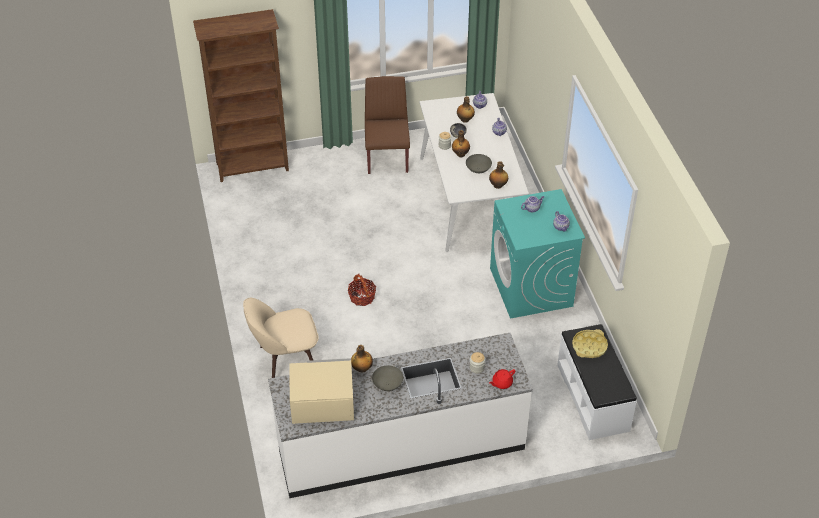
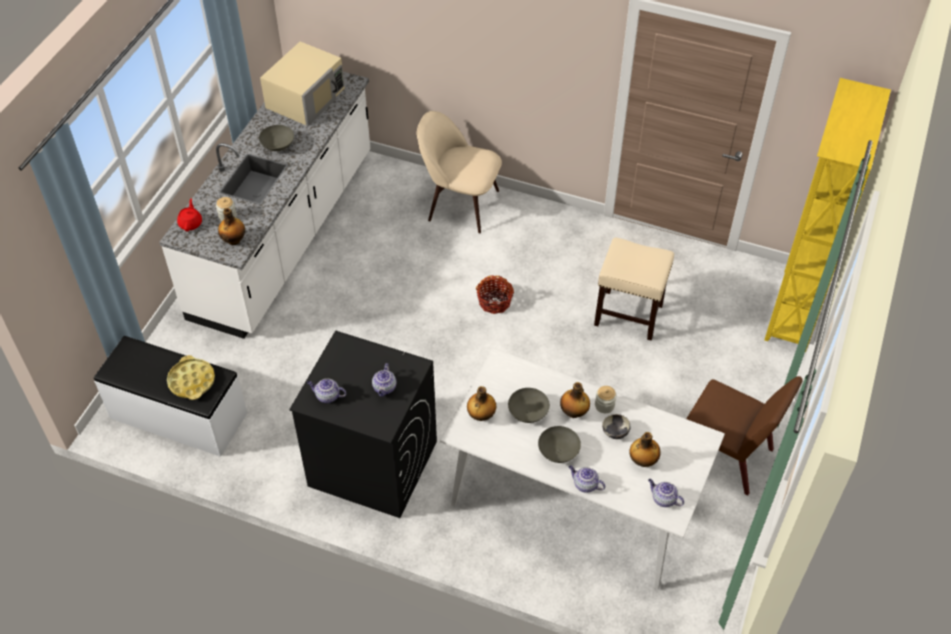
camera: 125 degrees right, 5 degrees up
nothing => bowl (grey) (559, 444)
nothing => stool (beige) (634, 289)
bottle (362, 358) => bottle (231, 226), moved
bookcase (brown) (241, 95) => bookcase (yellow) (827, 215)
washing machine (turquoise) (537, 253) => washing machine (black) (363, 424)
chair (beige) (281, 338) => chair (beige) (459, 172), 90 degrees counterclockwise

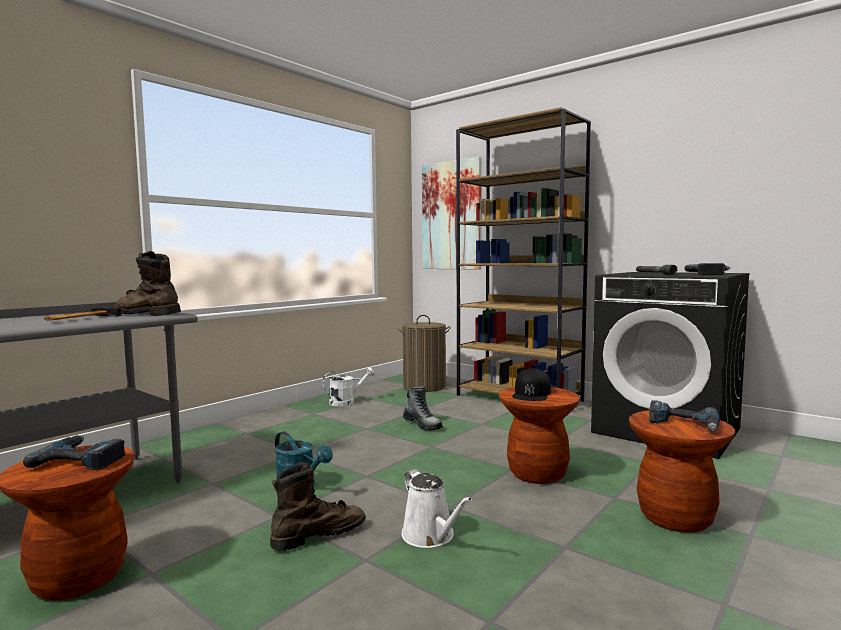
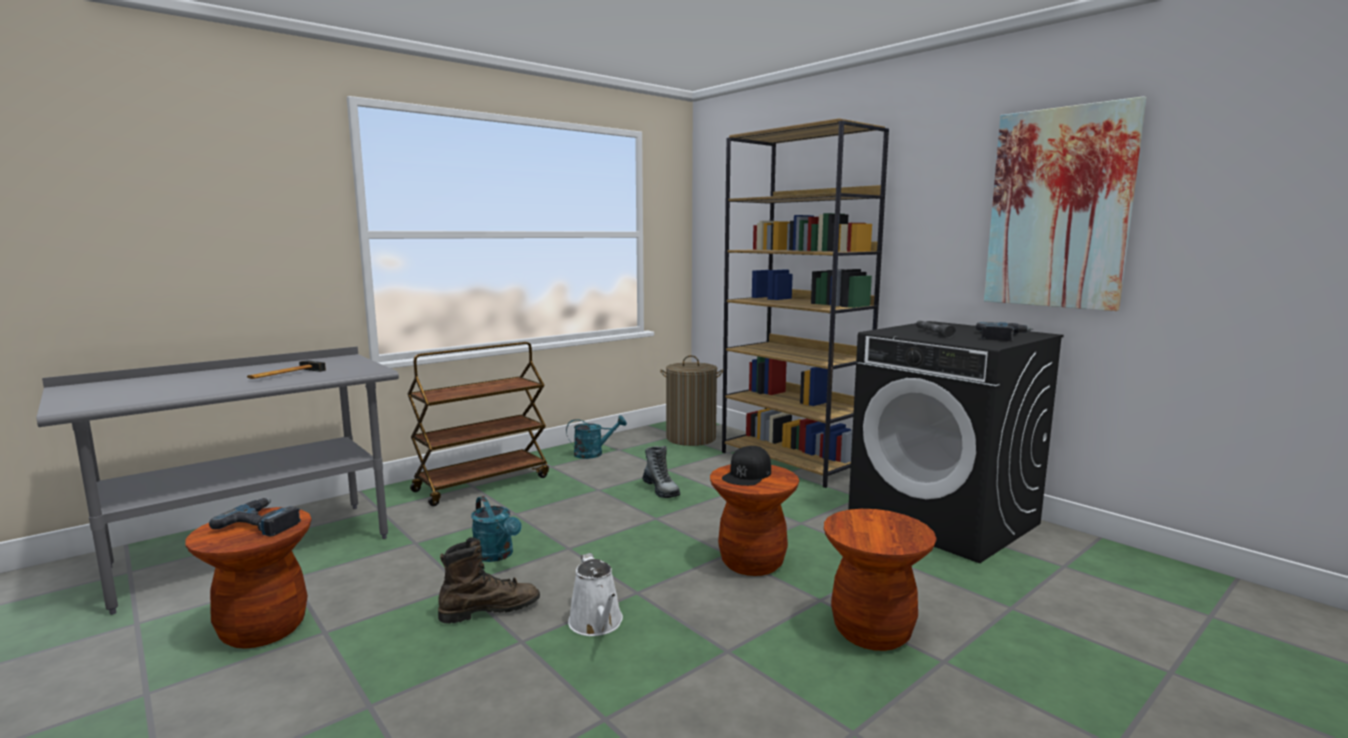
camera: 10 degrees right, 5 degrees up
boot (brown) (148, 283) => nothing
power drill (684, 415) => nothing
nothing => cart (brown) (478, 424)
picture (452, 213) => picture (1065, 203), moved
watering can (white) (349, 386) => watering can (turquoise) (596, 437)

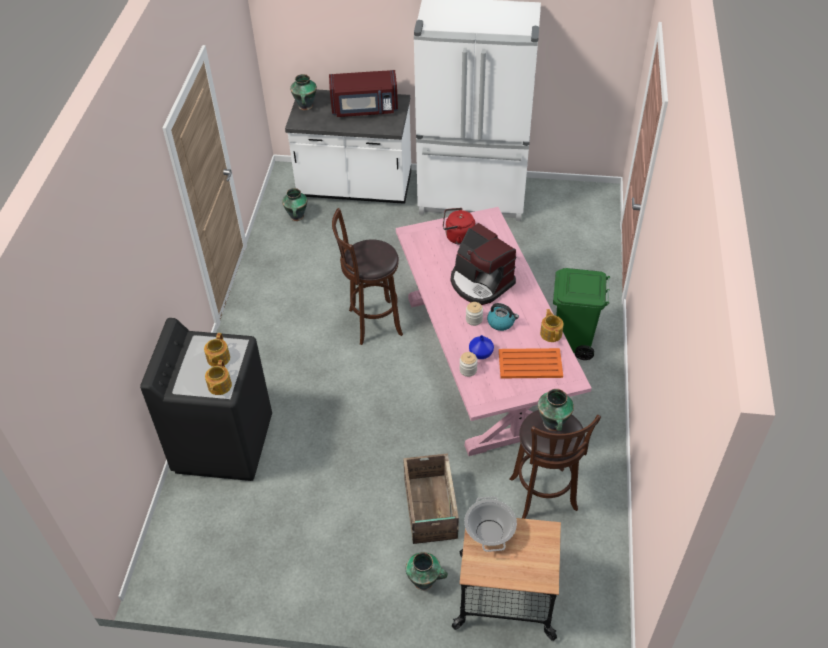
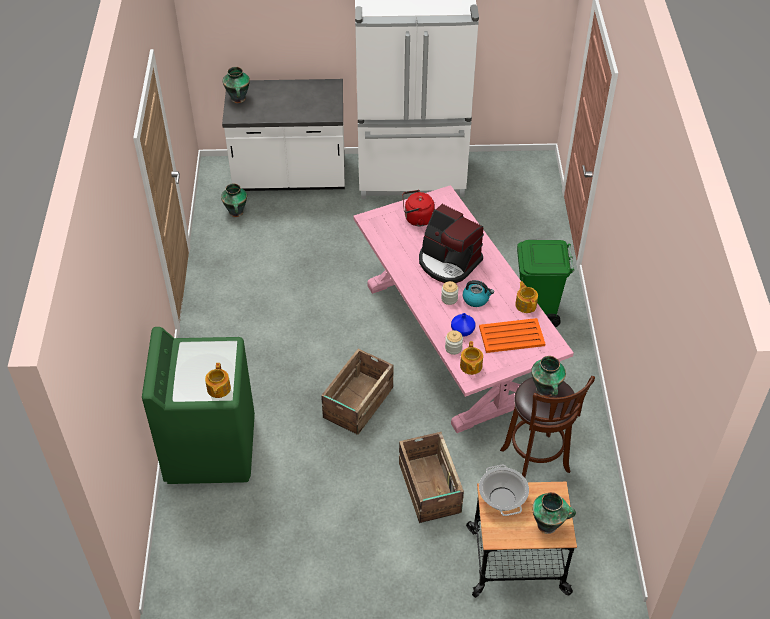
camera: 10 degrees left, 0 degrees up
microwave (red) (363, 93) => nothing
stool (brown) (367, 276) => nothing
nothing => crate (357, 392)
teapot (217, 350) => teapot (471, 358), moved
vase (427, 571) => vase (554, 513), moved
washing machine (black) (206, 399) => washing machine (green) (198, 405)

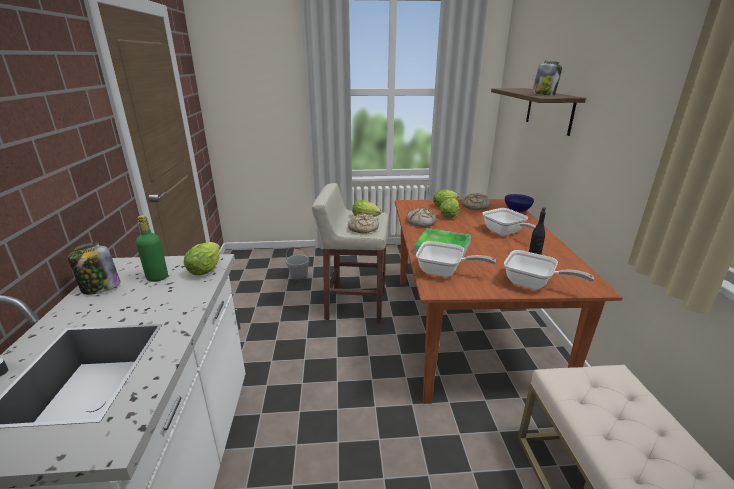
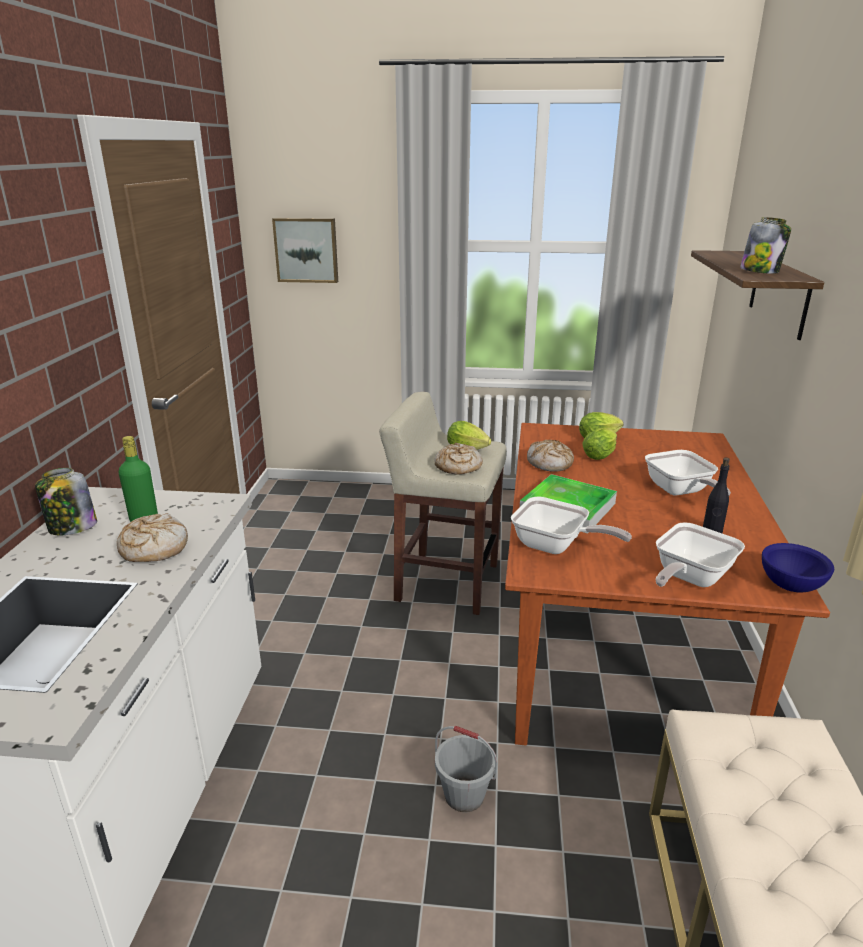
camera: 10 degrees right, 0 degrees up
lettuce (202, 258) => nothing
nothing => picture (305, 250)
bucket (grey) (298, 264) => bucket (grey) (466, 769), moved
bread (476, 201) => bread (152, 537), moved
bowl (blue) (519, 203) => bowl (blue) (798, 567), moved
frying pan (549, 270) => frying pan (700, 554), 90 degrees clockwise

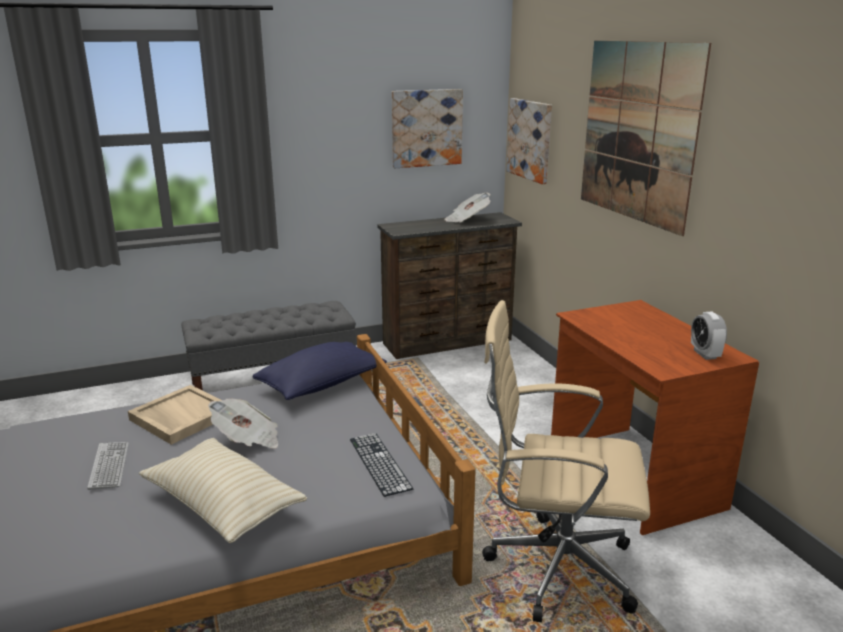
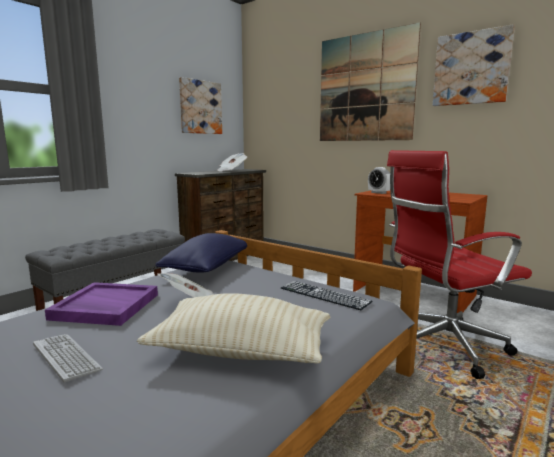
camera: 30 degrees left, 10 degrees down
picture (529, 141) => picture (474, 65), moved
alarm clock (709, 336) => alarm clock (379, 180), moved
tray (beige) (175, 415) => tray (purple) (101, 304)
office chair (beige) (566, 461) => office chair (red) (459, 264)

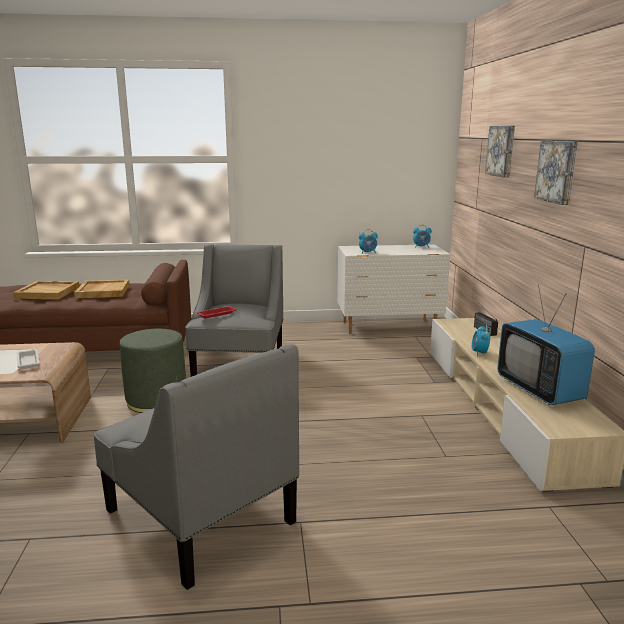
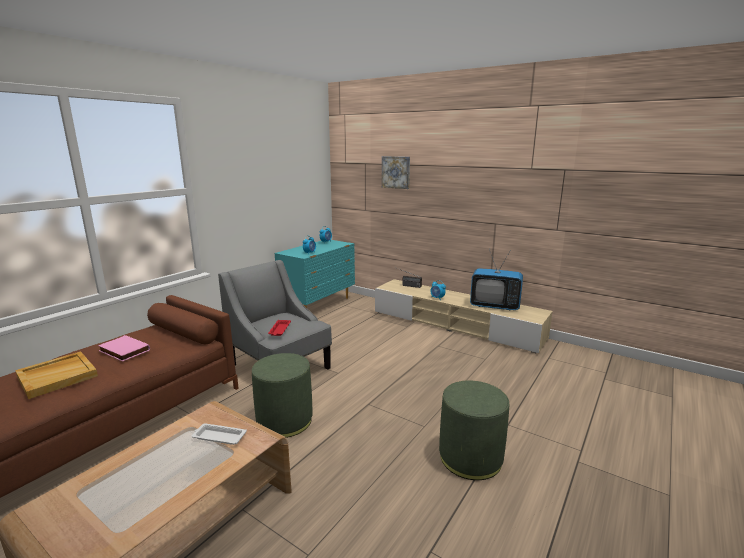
camera: 50 degrees left, 0 degrees up
picture (556, 173) => nothing
tray (beige) (102, 288) => book (pink) (124, 348)
armchair (grey) (196, 467) => ottoman (green) (474, 430)
dresser (white) (393, 289) => dresser (turquoise) (315, 274)

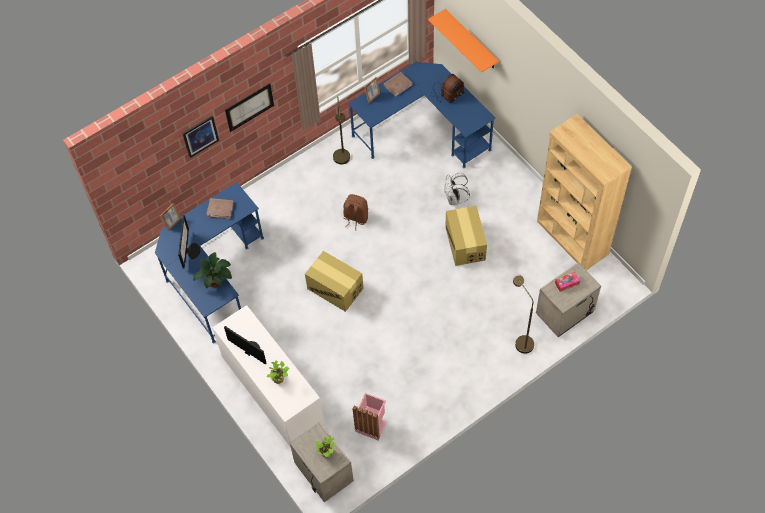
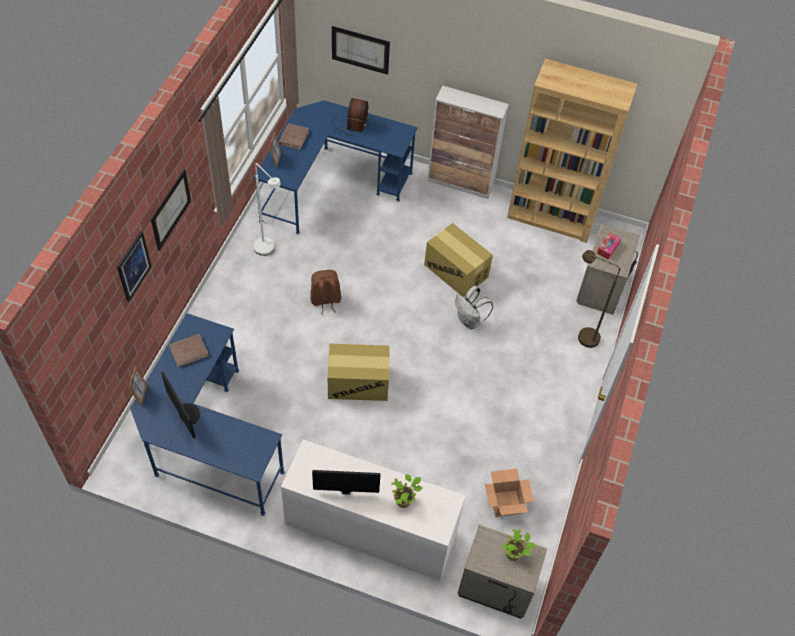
camera: 40 degrees left, 5 degrees down
potted plant (212, 270) => nothing
nothing => cabinet (468, 142)
backpack (white) (457, 189) => backpack (white) (474, 308), moved
trash can (pink) (369, 416) => cardboard box (509, 493)
shelf (orange) (463, 41) => picture (361, 50)
floor lamp (brown) (341, 130) => floor lamp (white) (267, 209)

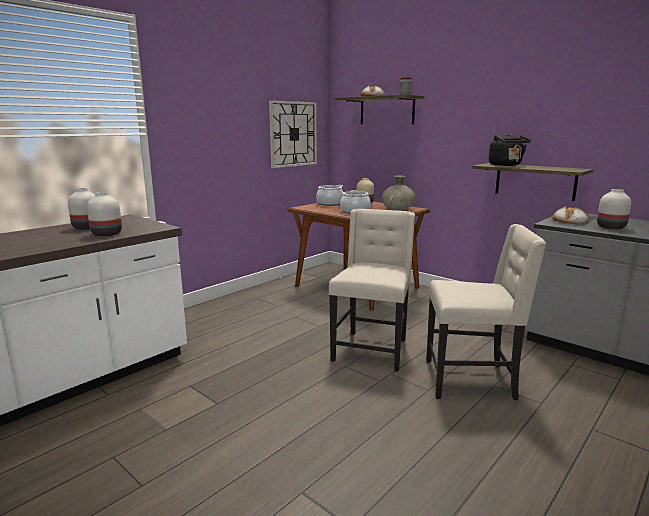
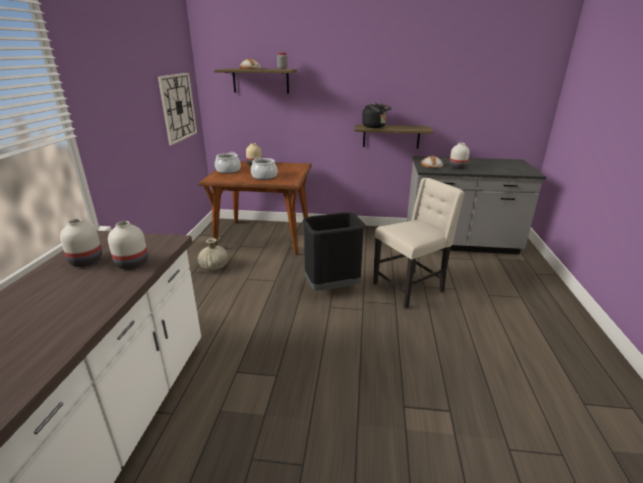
camera: 35 degrees left, 10 degrees up
vase (beige) (399, 193) => vase (beige) (213, 254), moved
chair (beige) (372, 290) => trash can (black) (333, 251)

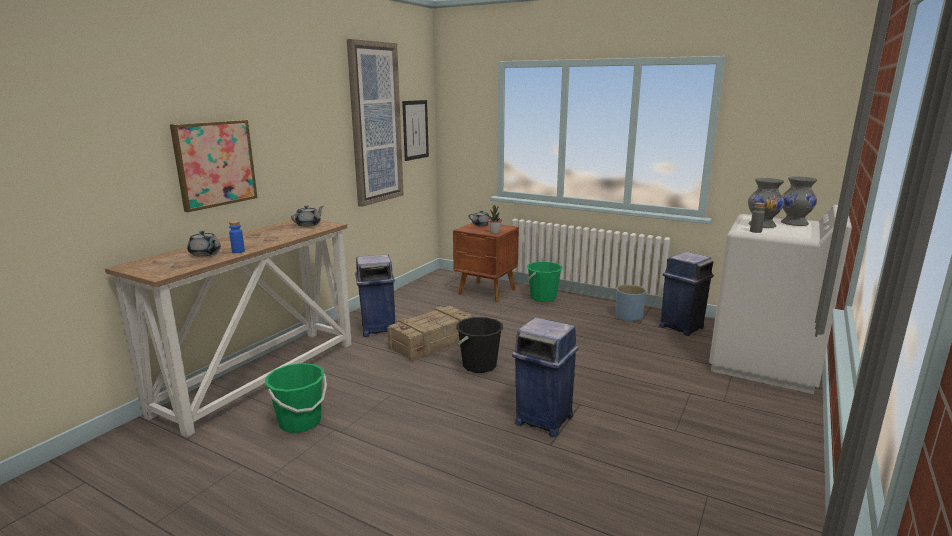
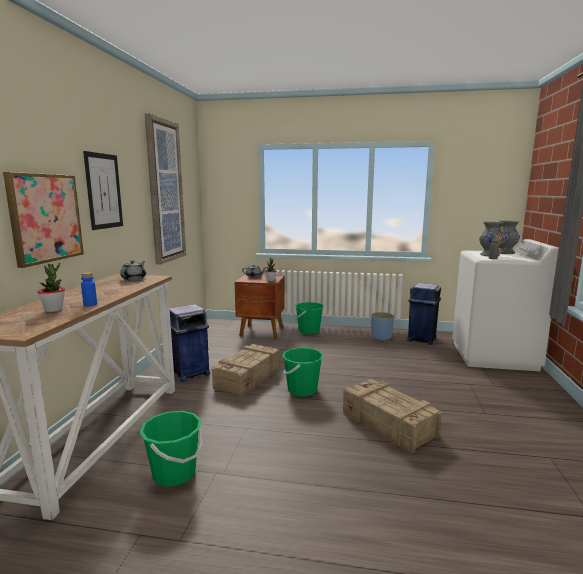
camera: 20 degrees left, 5 degrees down
picture (415, 130) => picture (103, 190), moved
teapot (grey) (204, 244) => potted plant (51, 287)
trash can (blue) (545, 377) => crate (392, 416)
bucket (black) (479, 345) => bucket (green) (303, 372)

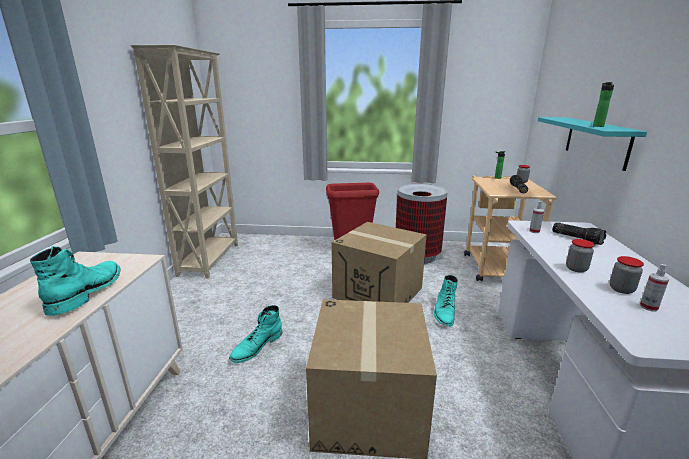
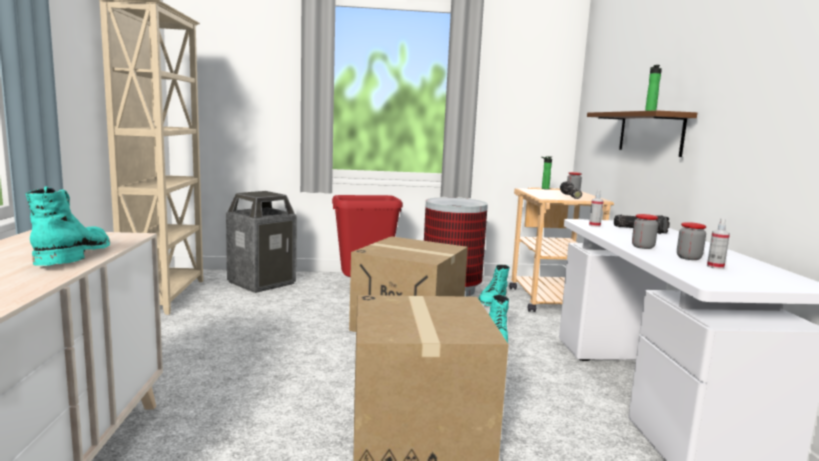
camera: 10 degrees left, 10 degrees down
nothing => trash can (261, 242)
boot (turquoise) (255, 334) => boot (turquoise) (494, 285), moved
shelf (turquoise) (592, 144) => shelf (brown) (642, 133)

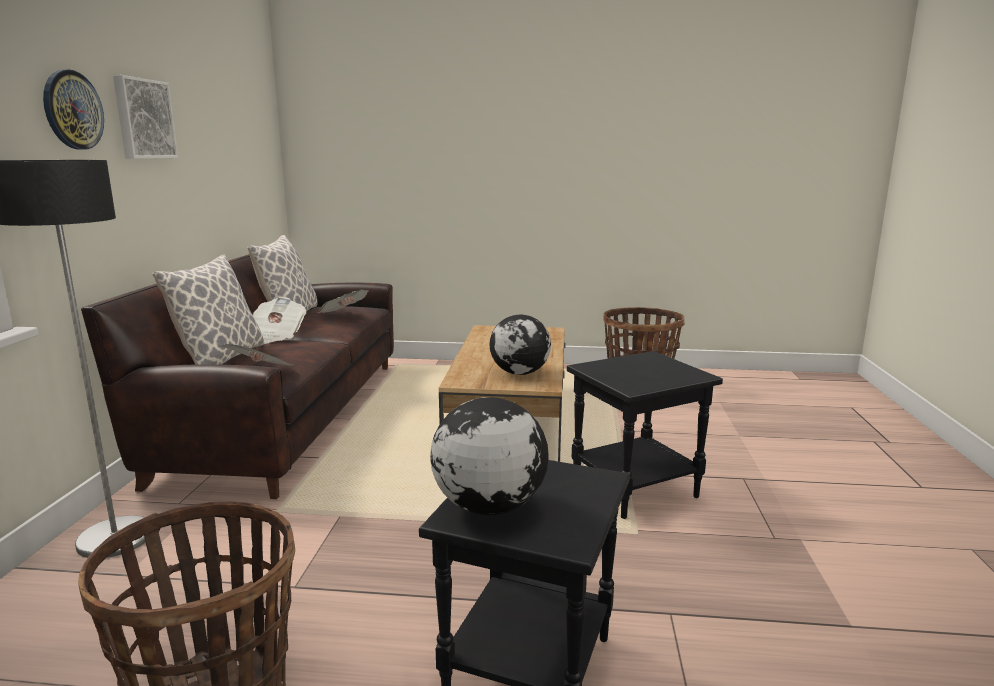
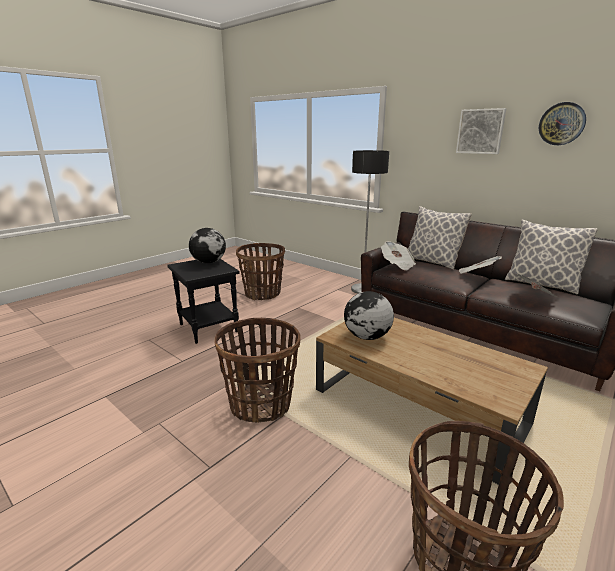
camera: 125 degrees right, 5 degrees up
wall clock (73, 109) => wall clock (562, 123), moved
side table (black) (645, 435) => basket (257, 370)

